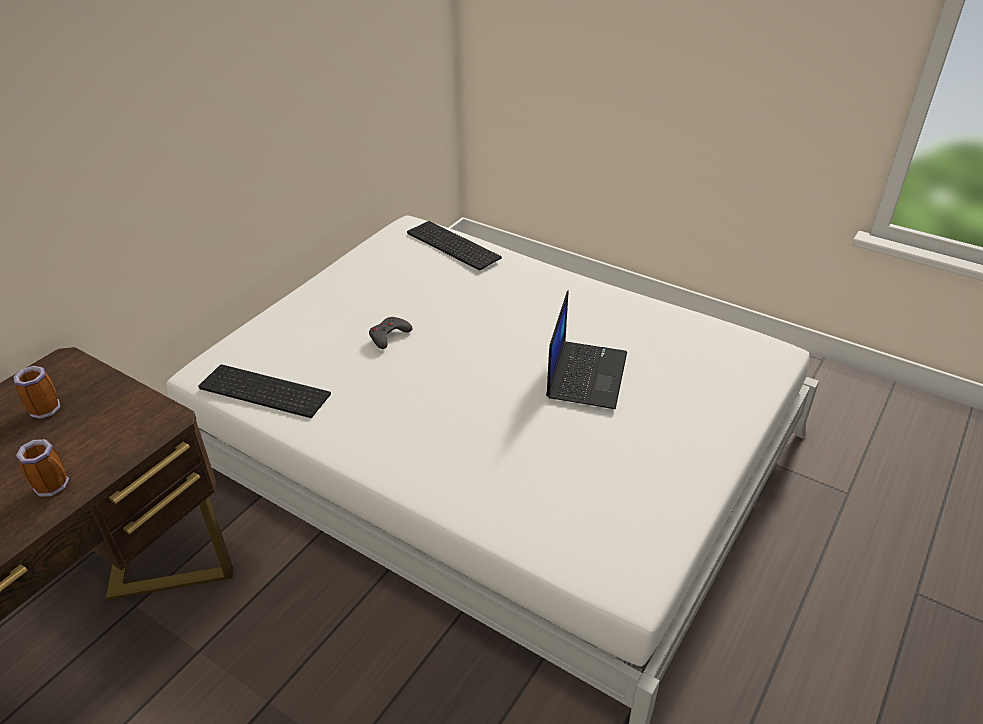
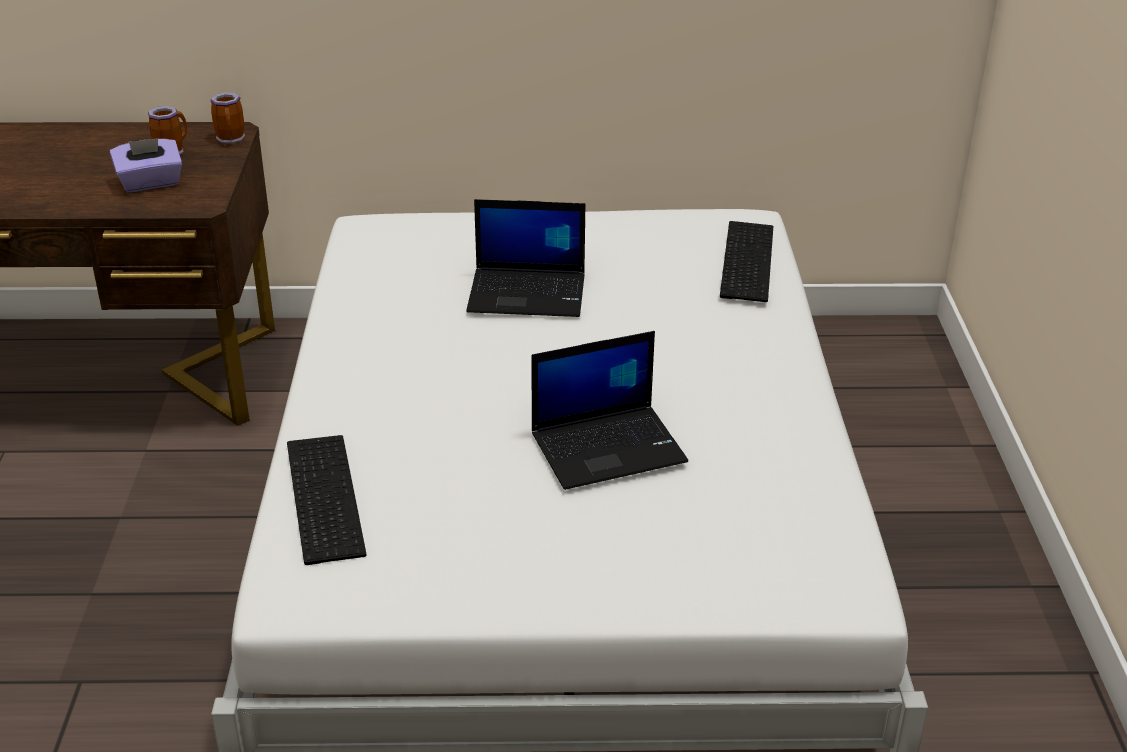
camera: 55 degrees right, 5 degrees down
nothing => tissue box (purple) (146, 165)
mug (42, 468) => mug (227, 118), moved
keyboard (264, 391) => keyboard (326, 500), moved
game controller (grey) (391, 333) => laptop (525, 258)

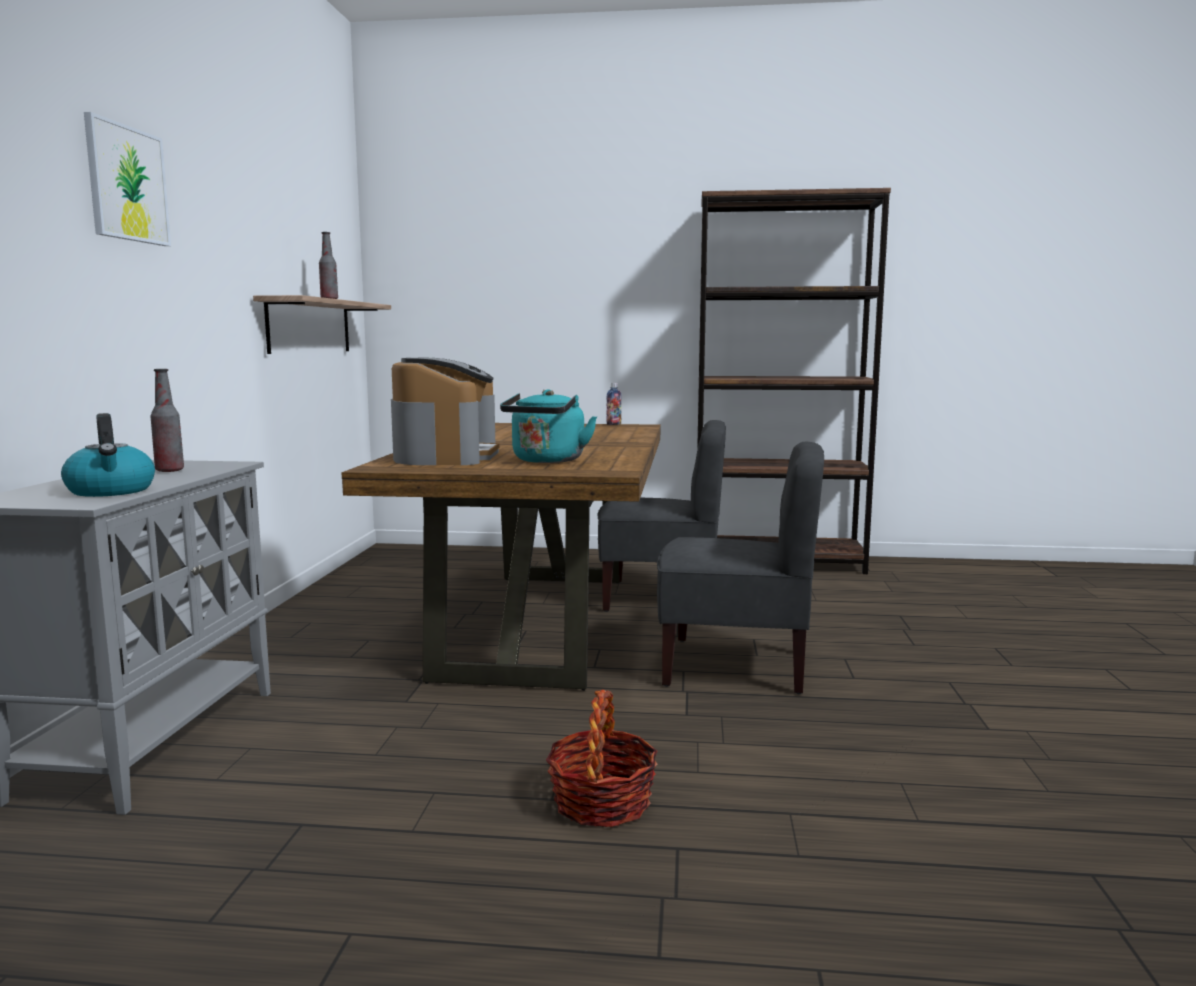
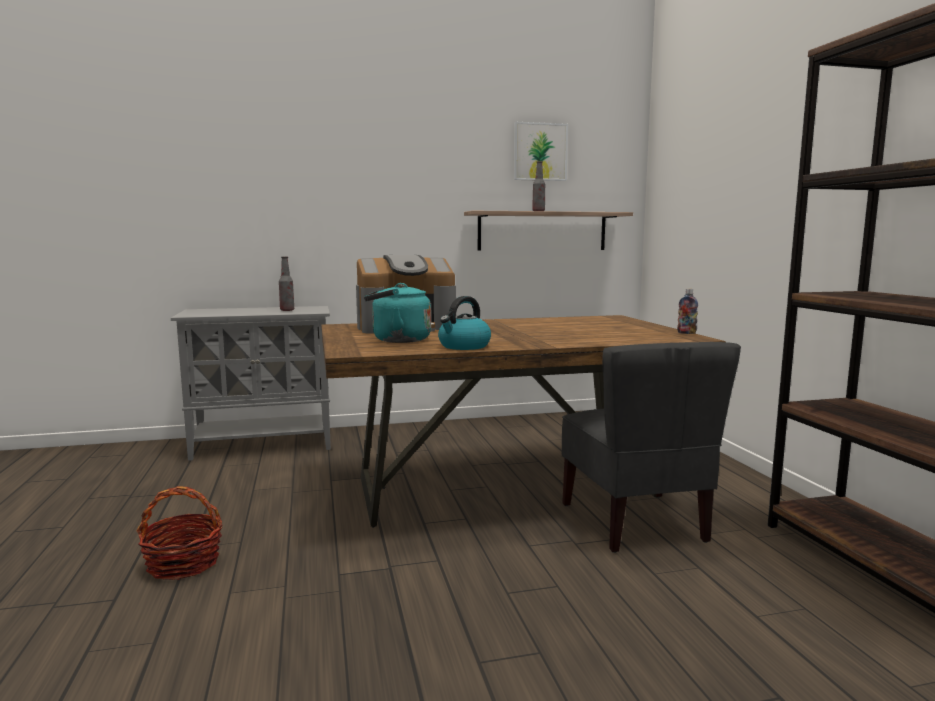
camera: 70 degrees right, 0 degrees up
chair (grey) (740, 568) => nothing
kettle (108, 455) => kettle (464, 323), moved
picture (127, 179) => picture (541, 151), moved

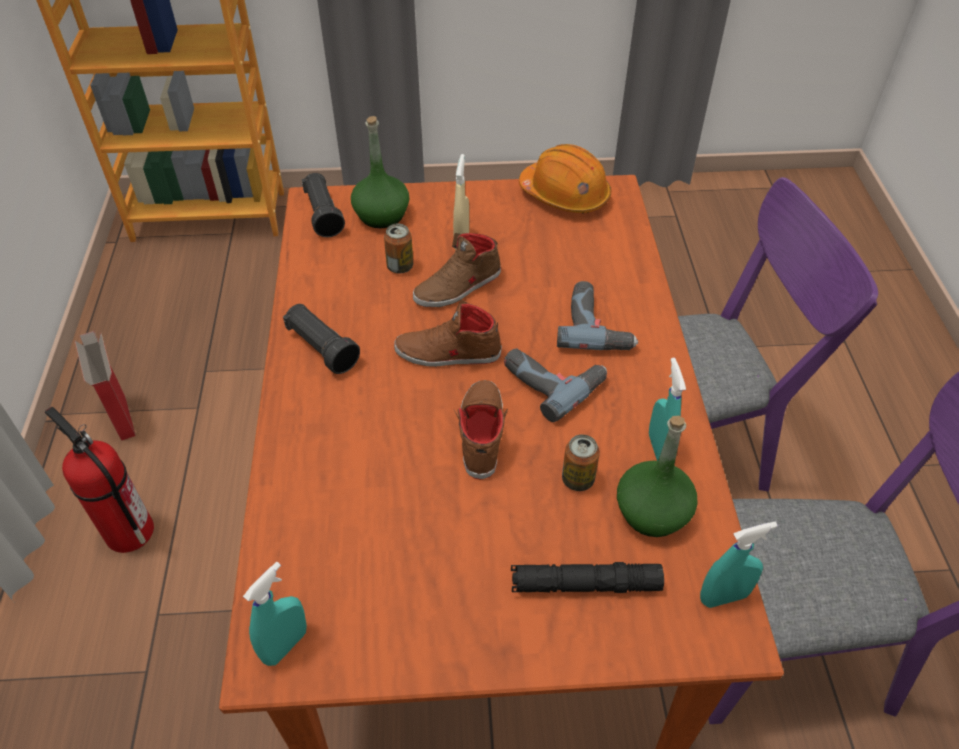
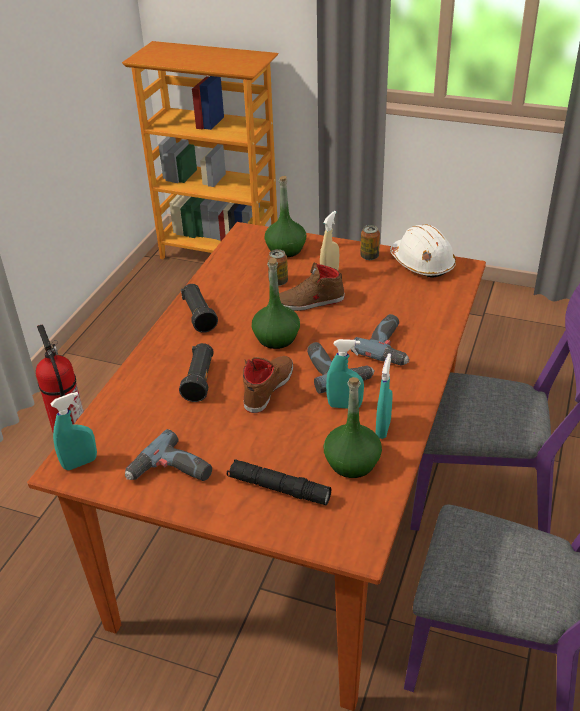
camera: 25 degrees right, 10 degrees down
cardboard box (105, 386) => nothing
nothing => power drill (168, 455)
flashlight (black) (323, 205) => flashlight (black) (196, 372), moved
can (581, 463) => can (370, 242), moved
spray bottle (turquoise) (739, 565) => spray bottle (turquoise) (345, 373), moved
shoe (brown) (448, 333) => bottle (green) (276, 303)
hard hat (orange) (565, 179) => hard hat (white) (423, 251)

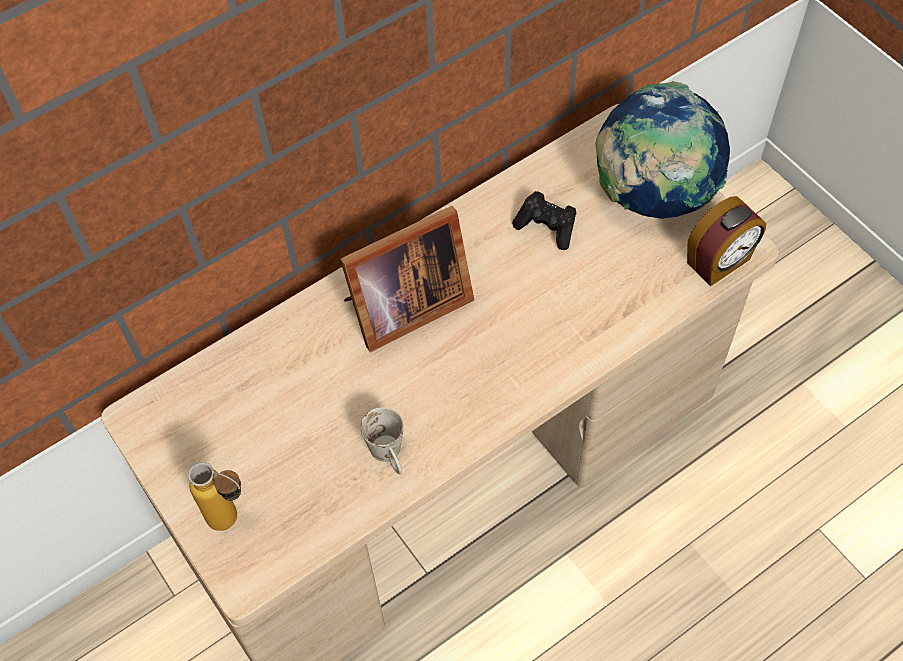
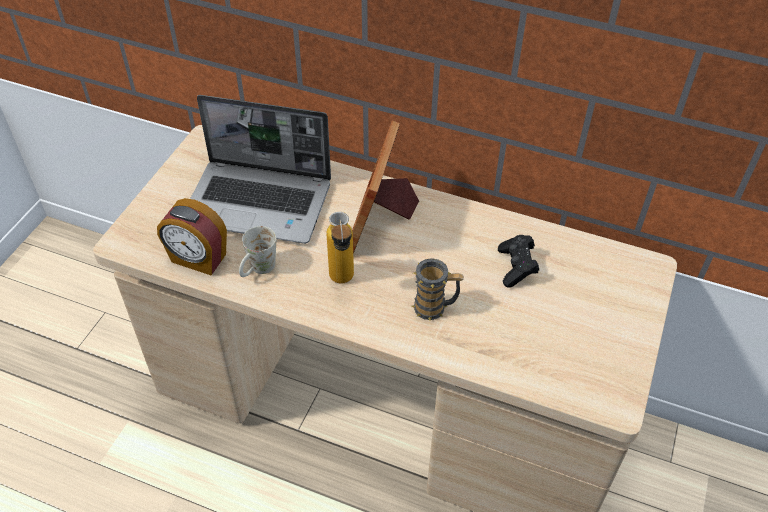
camera: 55 degrees right, 10 degrees down
globe (662, 150) => nothing
nothing => laptop (260, 169)
nothing => mug (438, 289)
bottle (214, 496) => bottle (340, 248), moved
alarm clock (726, 241) => alarm clock (192, 236), moved
picture frame (407, 279) => picture frame (385, 187), 75 degrees clockwise

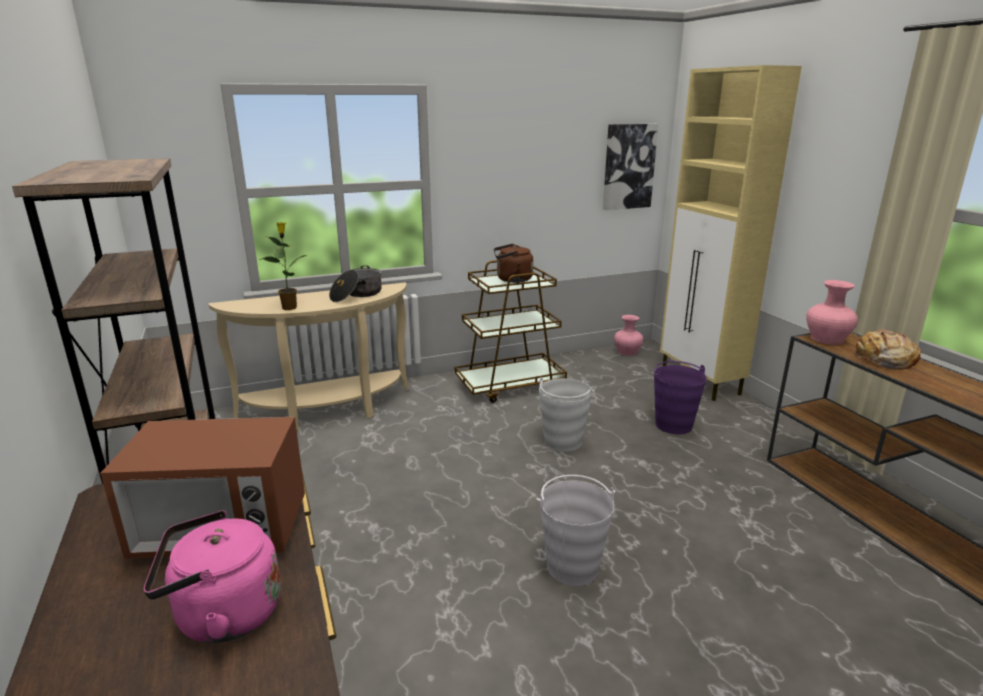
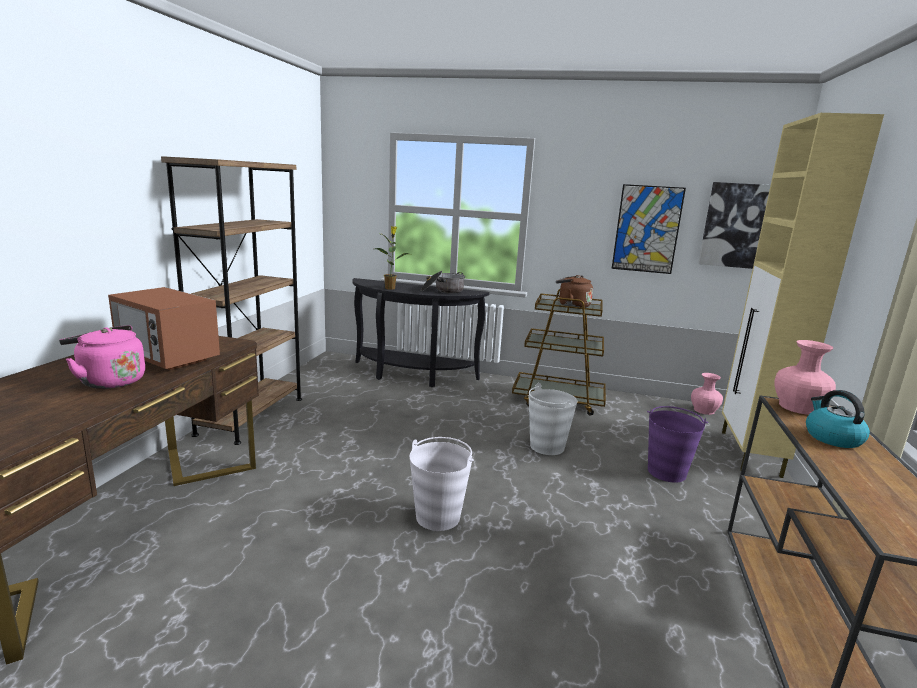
camera: 35 degrees right, 5 degrees down
nothing => picture (649, 229)
bread (888, 349) => kettle (838, 419)
console table (beige) (309, 357) => console table (black) (421, 332)

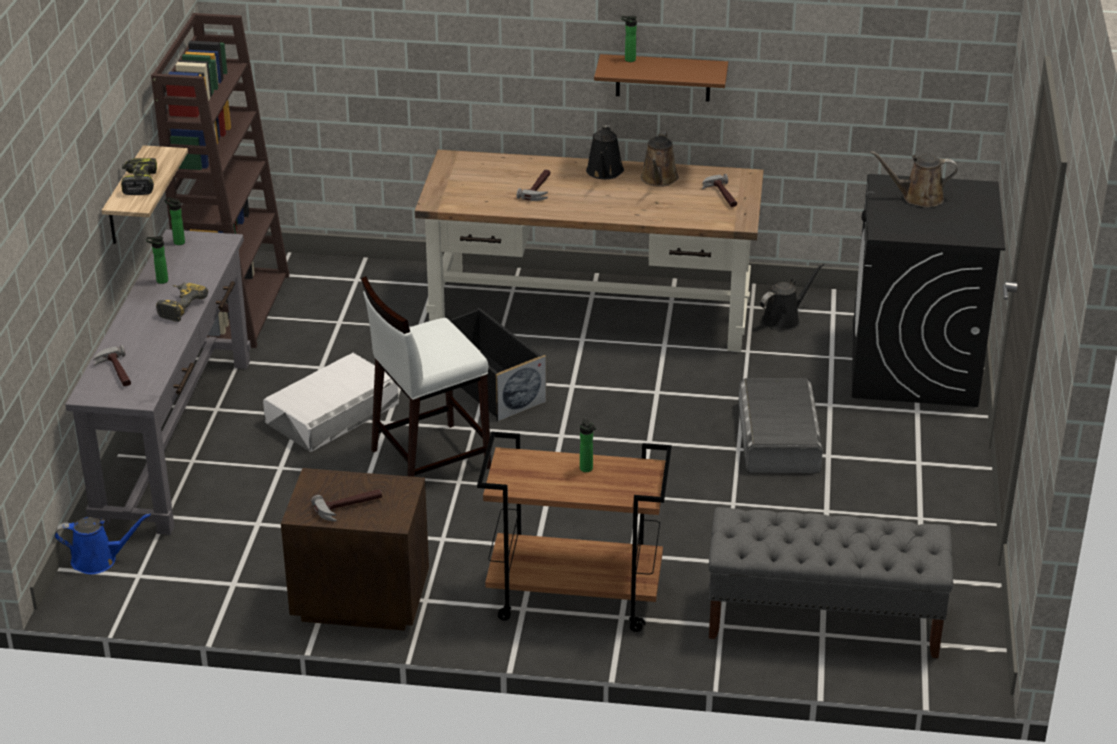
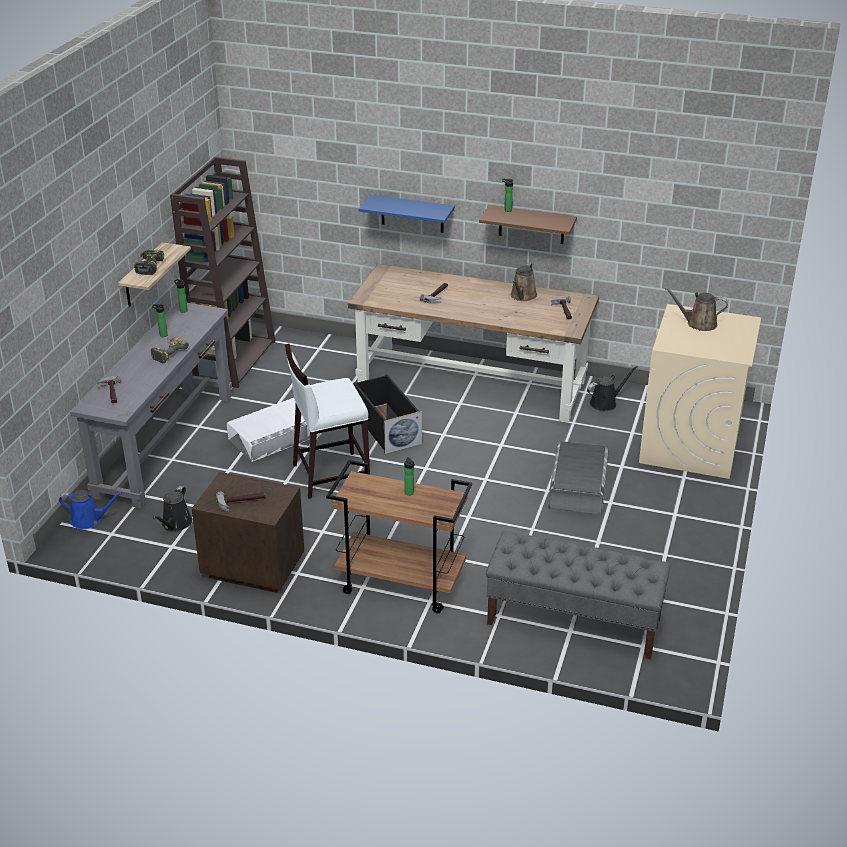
camera: 10 degrees right, 0 degrees up
nothing => shelf (blue) (407, 214)
watering can (black) (605, 152) => watering can (black) (173, 509), moved
washing machine (black) (928, 290) => washing machine (beige) (700, 391)

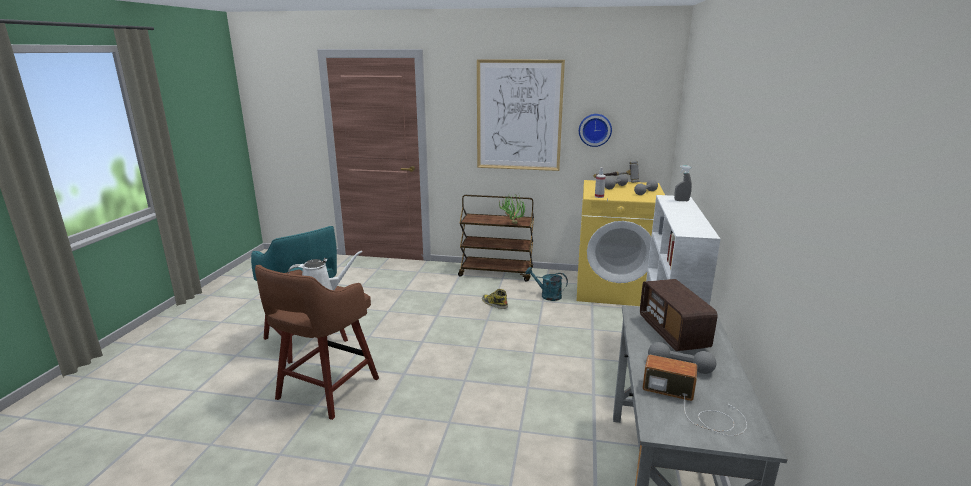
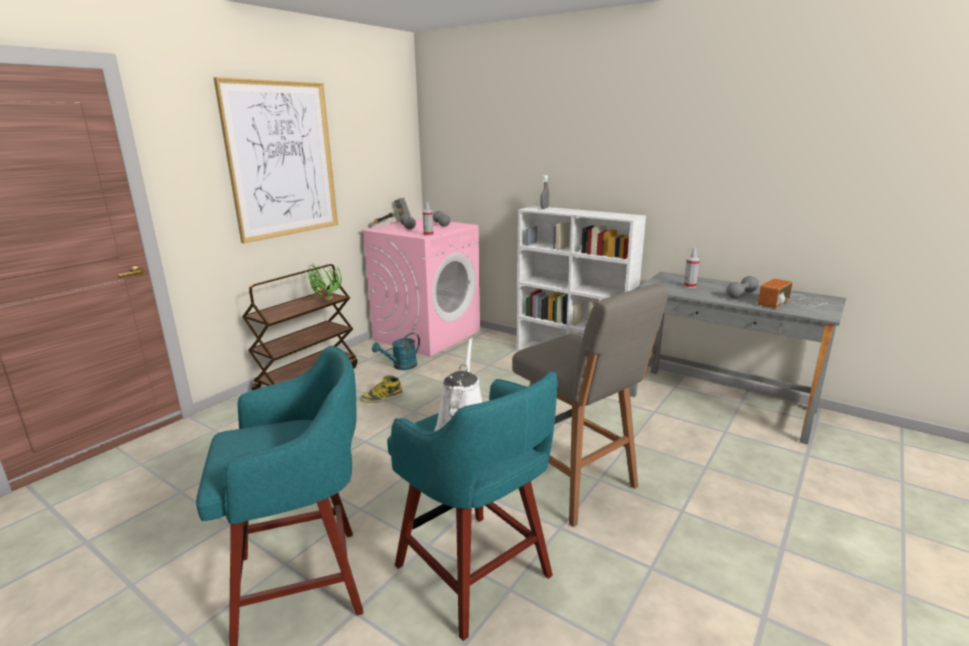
camera: 65 degrees left, 0 degrees up
wall clock (595, 130) => nothing
nothing => stool (grey) (590, 405)
radio (679, 315) => spray bottle (692, 268)
stool (brown) (317, 342) => stool (turquoise) (472, 506)
washing machine (yellow) (621, 243) => washing machine (pink) (420, 287)

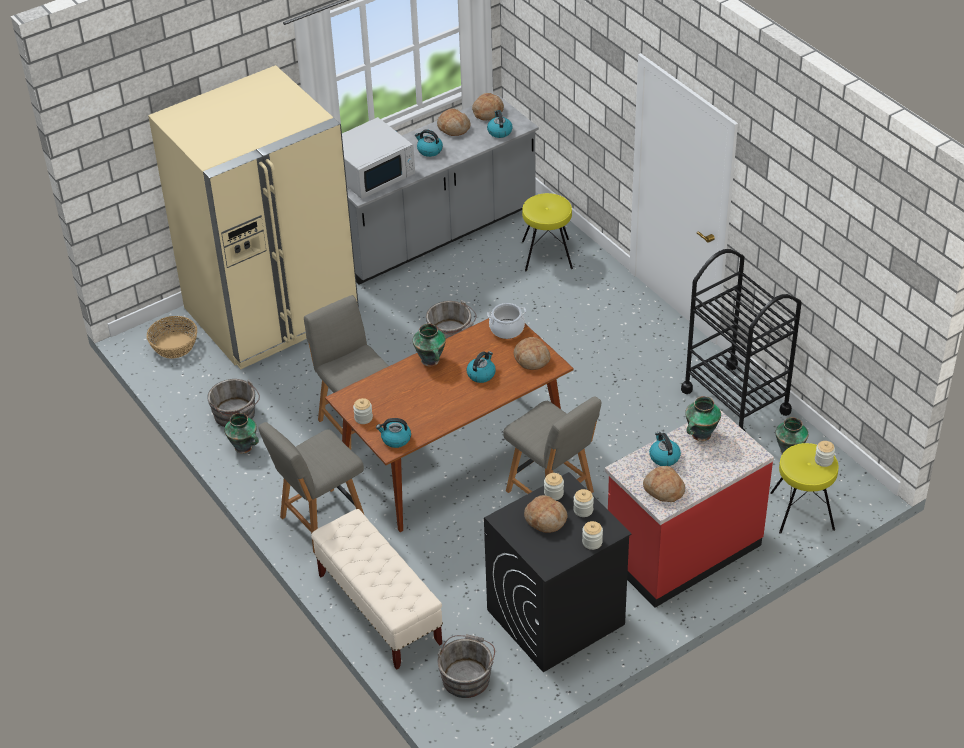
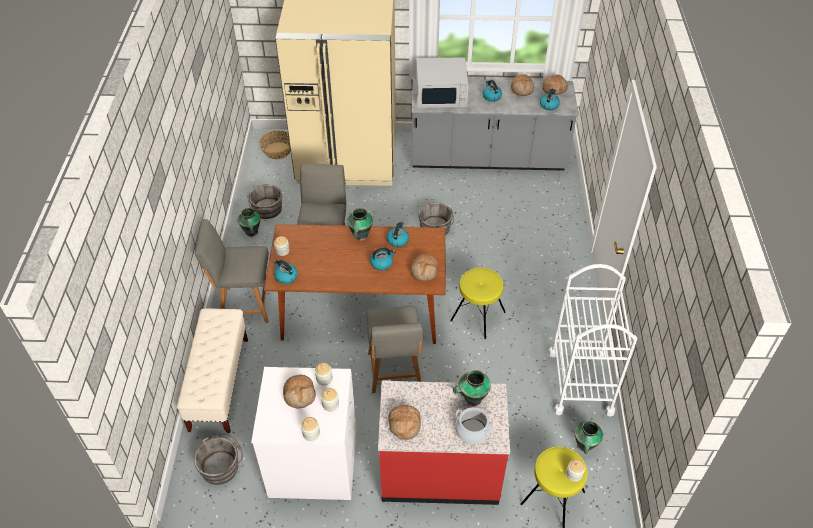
camera: 35 degrees right, 5 degrees up
cooking pot (506, 321) => cooking pot (474, 426), moved
stool (yellow) (547, 232) => stool (yellow) (478, 303), moved
kettle (665, 449) => kettle (398, 234), moved
washing machine (black) (558, 572) => washing machine (white) (304, 433)
cart (black) (741, 340) => cart (white) (592, 340)

